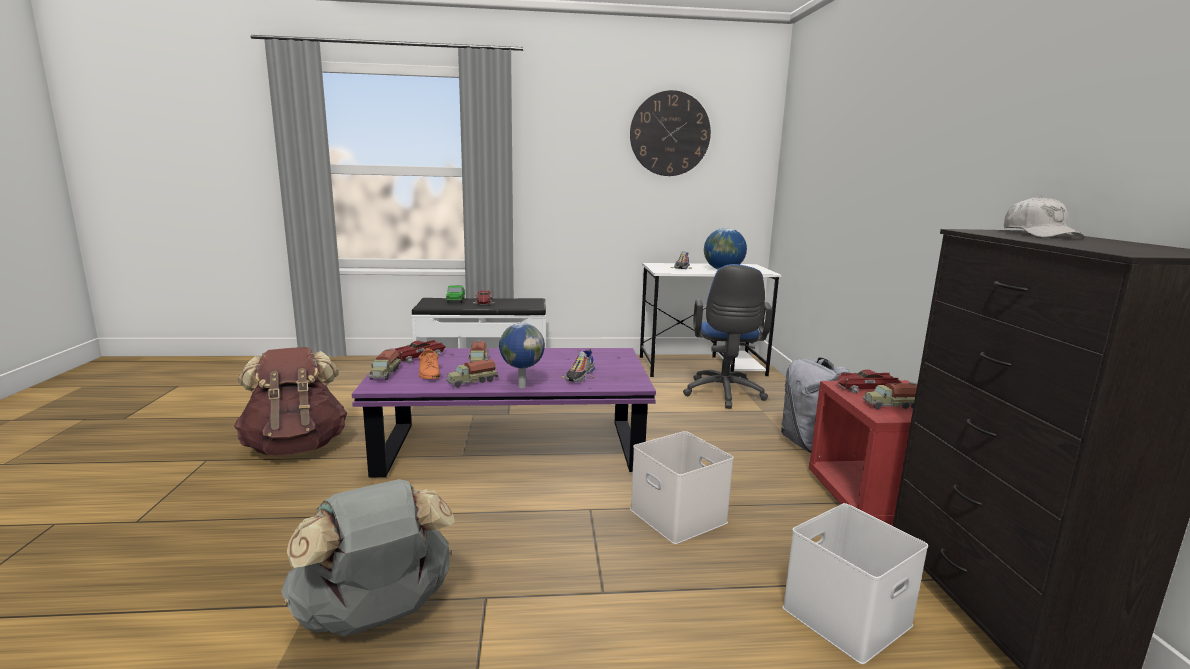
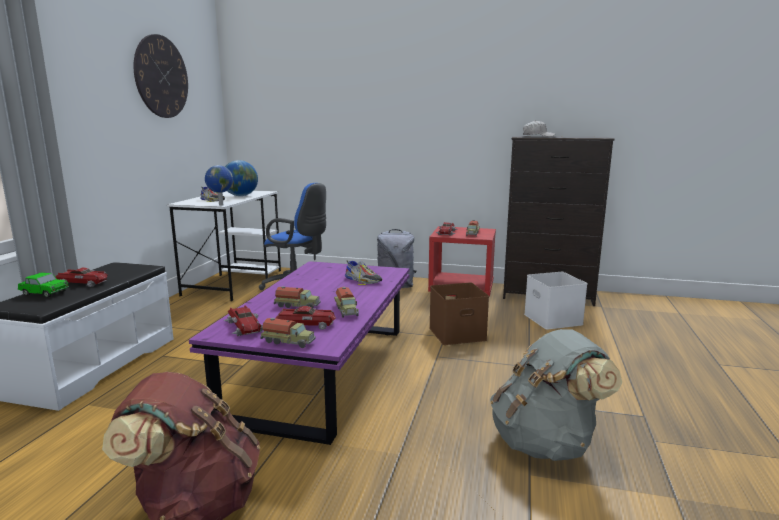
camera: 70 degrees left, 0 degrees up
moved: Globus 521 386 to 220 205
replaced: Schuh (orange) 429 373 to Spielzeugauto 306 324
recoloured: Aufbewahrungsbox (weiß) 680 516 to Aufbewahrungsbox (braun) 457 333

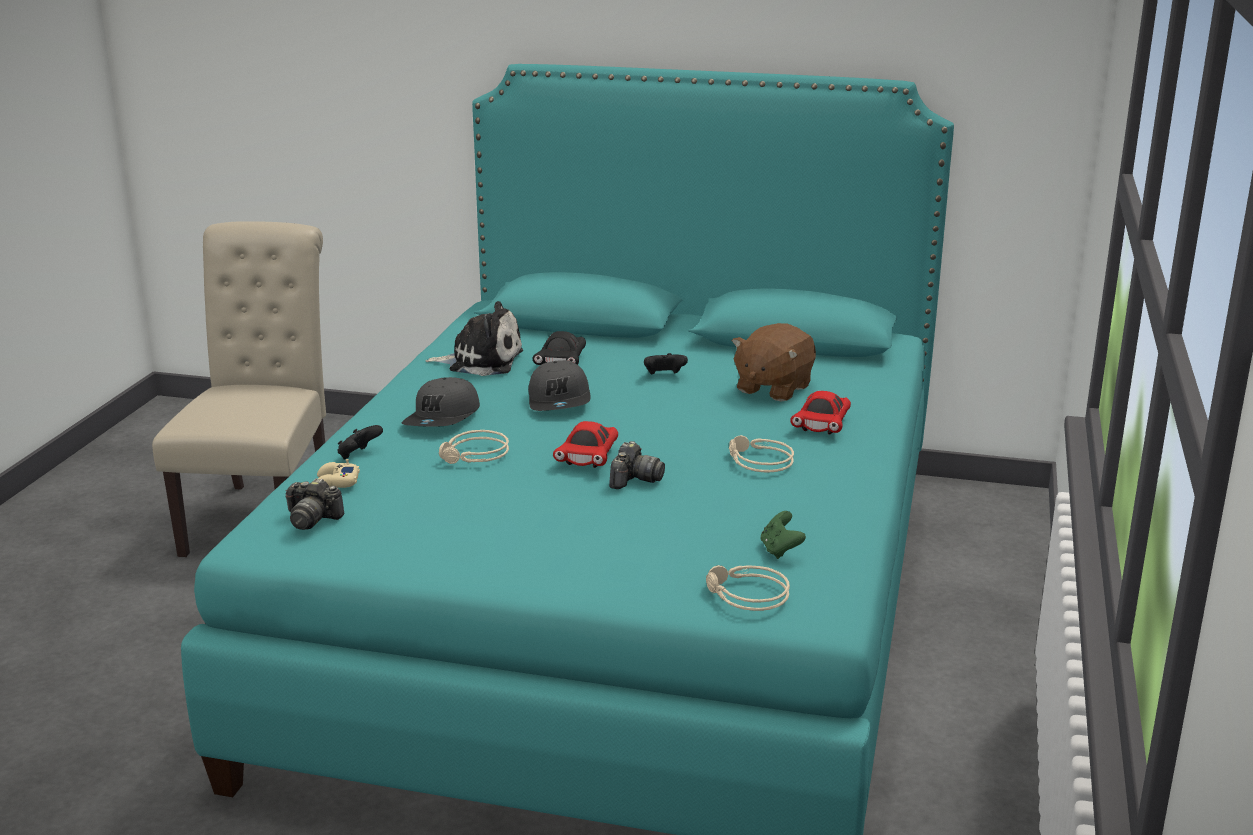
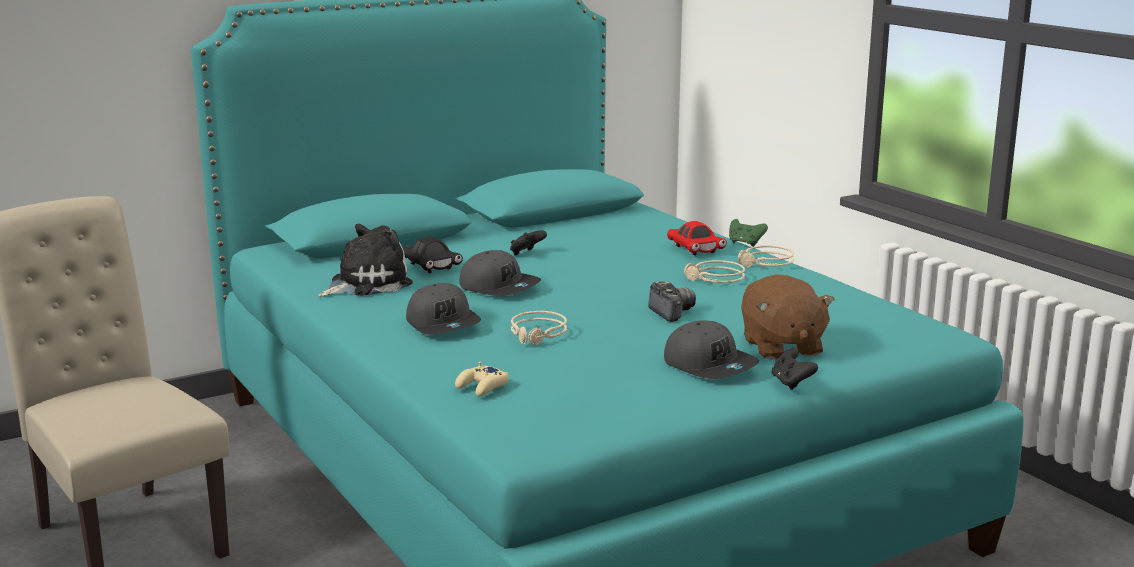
camera: 45 degrees left, 5 degrees down
removed: Kamera 312 519; Spielzeugauto (rot) 588 457
added: Kappe (grau) 710 365
moved: Gamepad (grün) 780 550 to 745 243; Kopfhörer (beige) 745 596 to 765 263; Plüschtier (braun) 772 388 to 781 347; Gamepad (schwarz) 359 455 to 791 383

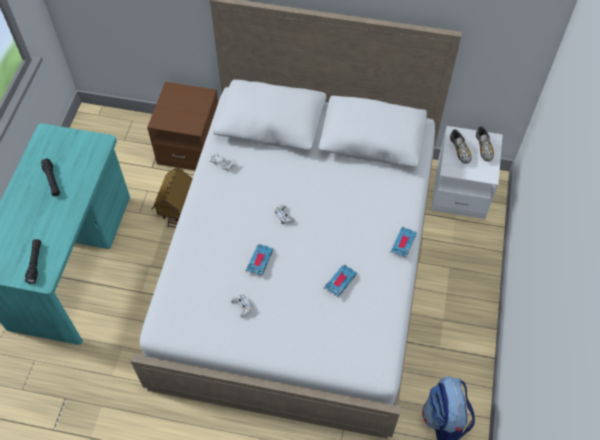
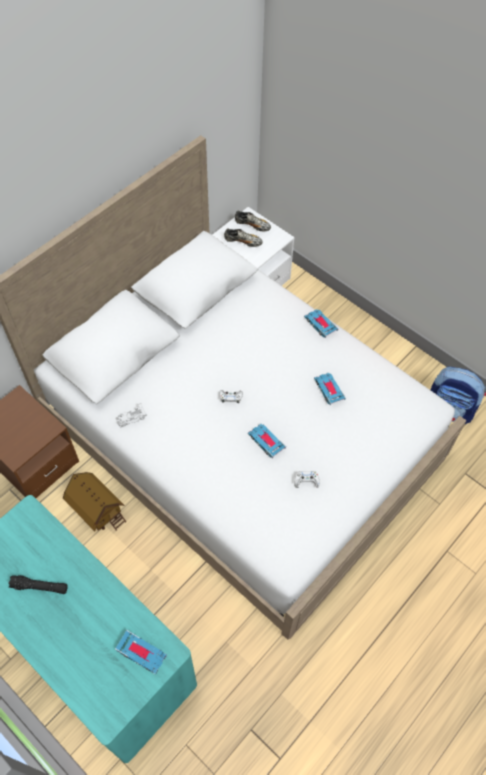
camera: 60 degrees left, 0 degrees up
replaced: Taschenlampe (schwarz) 35 263 to Spielzeugauto 141 653

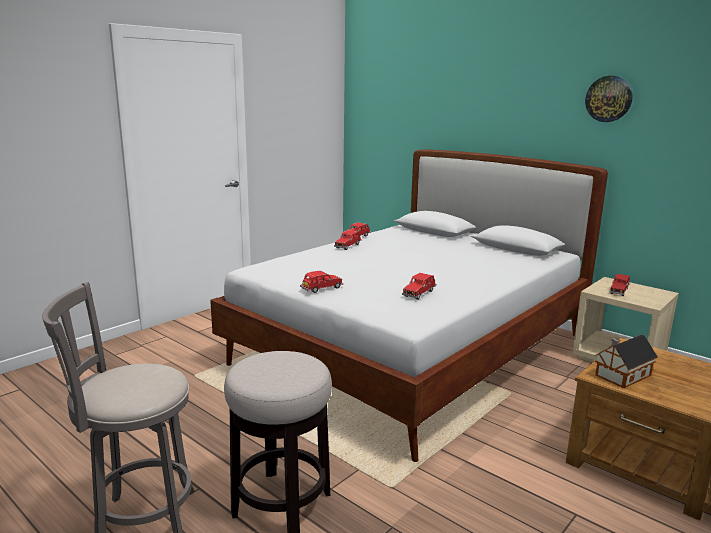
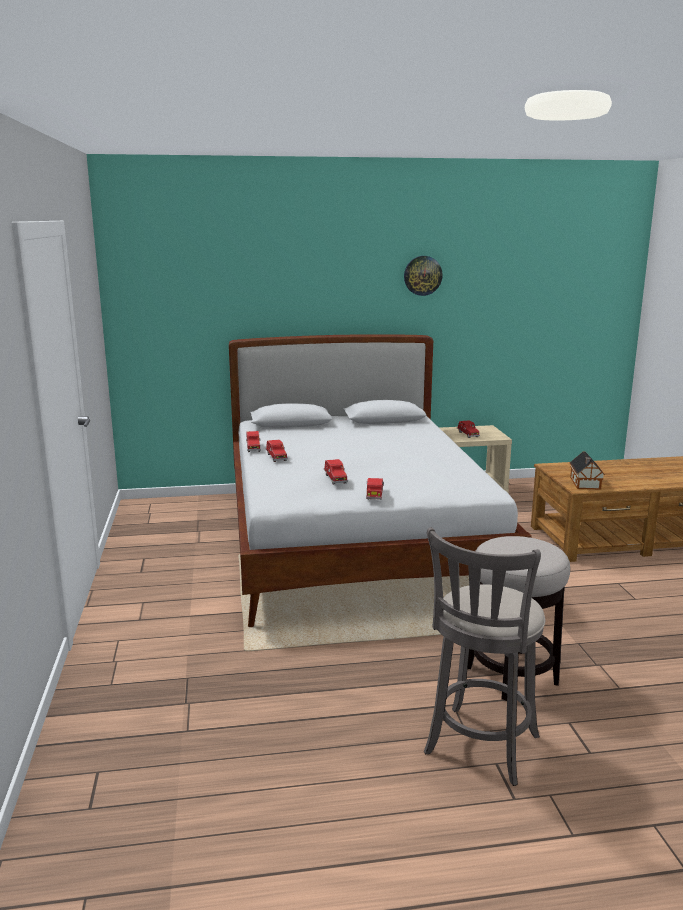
camera: 50 degrees left, 0 degrees up
moved: Spielzeugauto (rot) 419 293 to 335 479

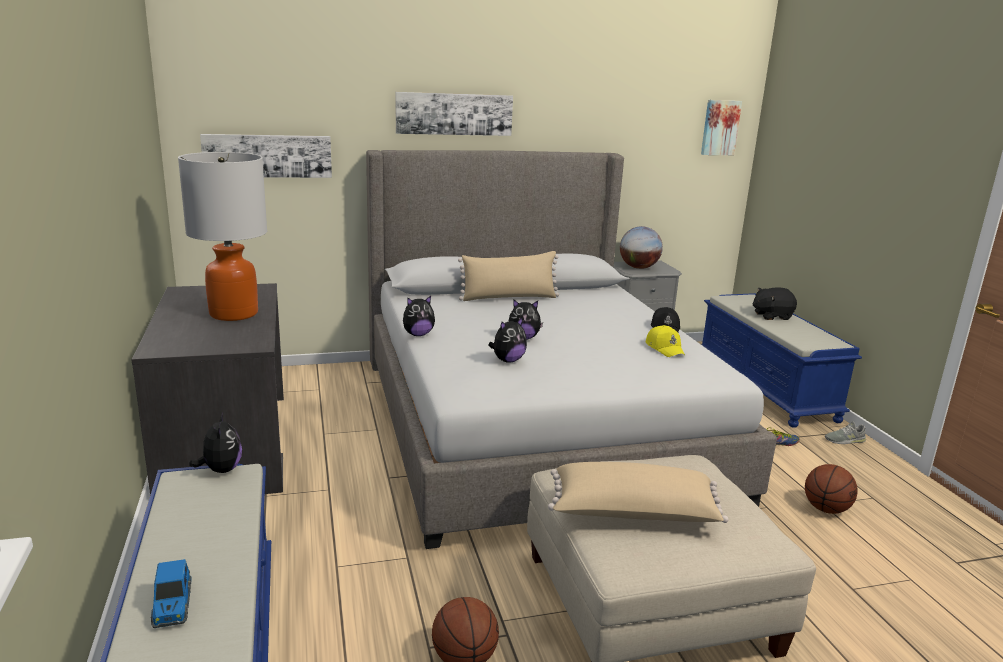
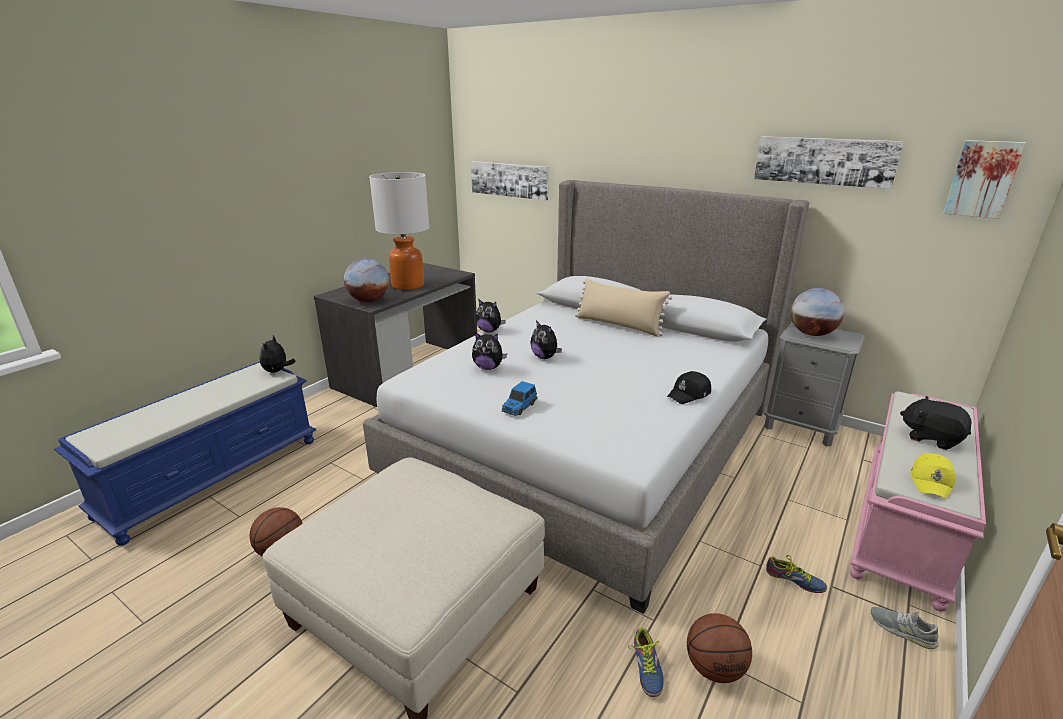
camera: 50 degrees right, 5 degrees up
removed: Kissen (beige) 633 514
added: Globus 369 301; Schuh 644 668
moved: Spielzeugauto 172 607 to 519 407; Bild 454 114 to 824 161; Kappe (gelb) 665 348 to 931 481
recoloured: Bank (blau) 766 387 to Bank (rosa) 905 524
turned: Plüschtier 221 470 = 277 371 150 degrees clockwise

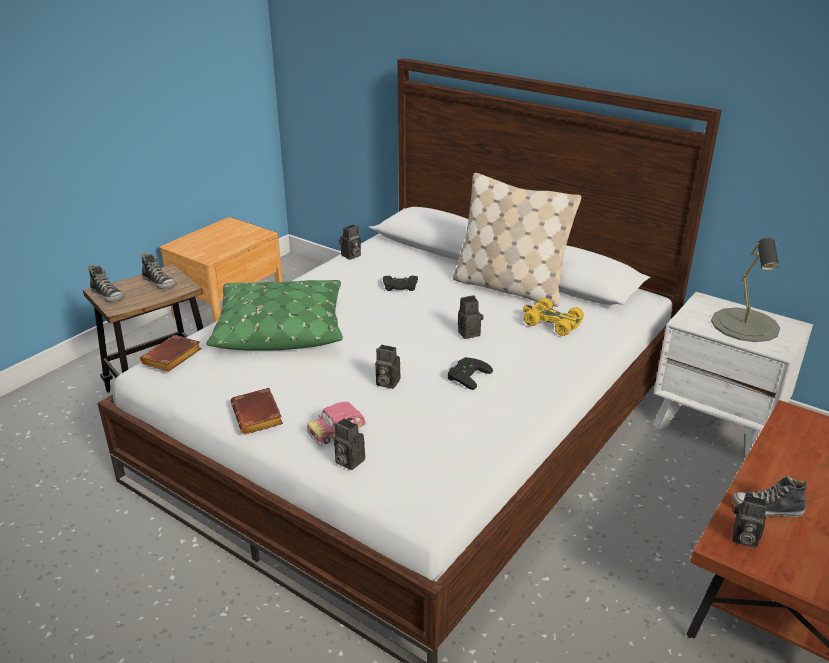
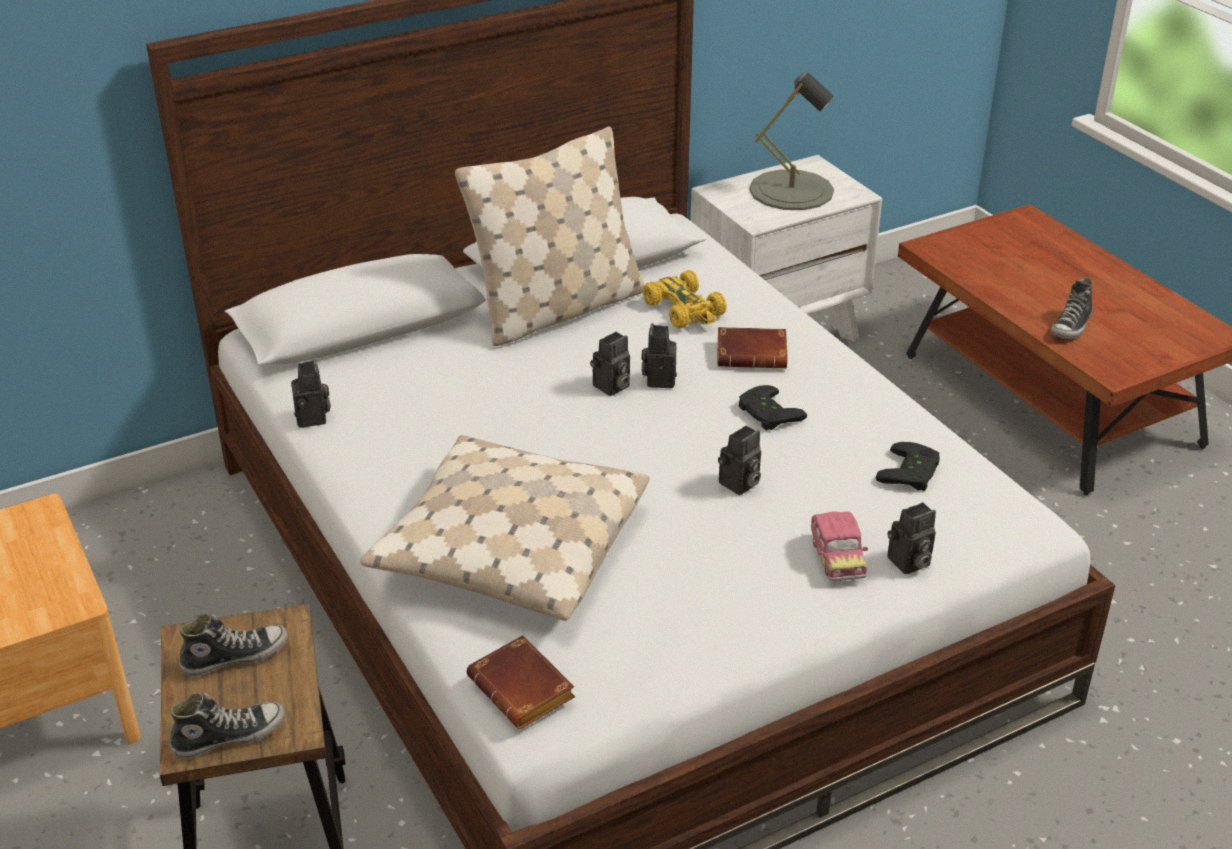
camera: 65 degrees left, 5 degrees up
moved: Kamera 743 538 to 611 387; Buch (braun) 259 416 to 753 354; Gamepad (schwarz) 400 286 to 913 473
recoloured: Kissen (grün) 280 328 to Kissen (beige) 510 549
turned: Spielzeugauto (gelb) 551 323 = 685 309 90 degrees counterclockwise

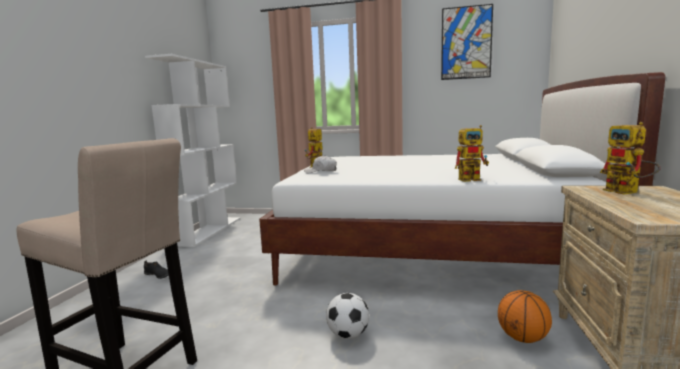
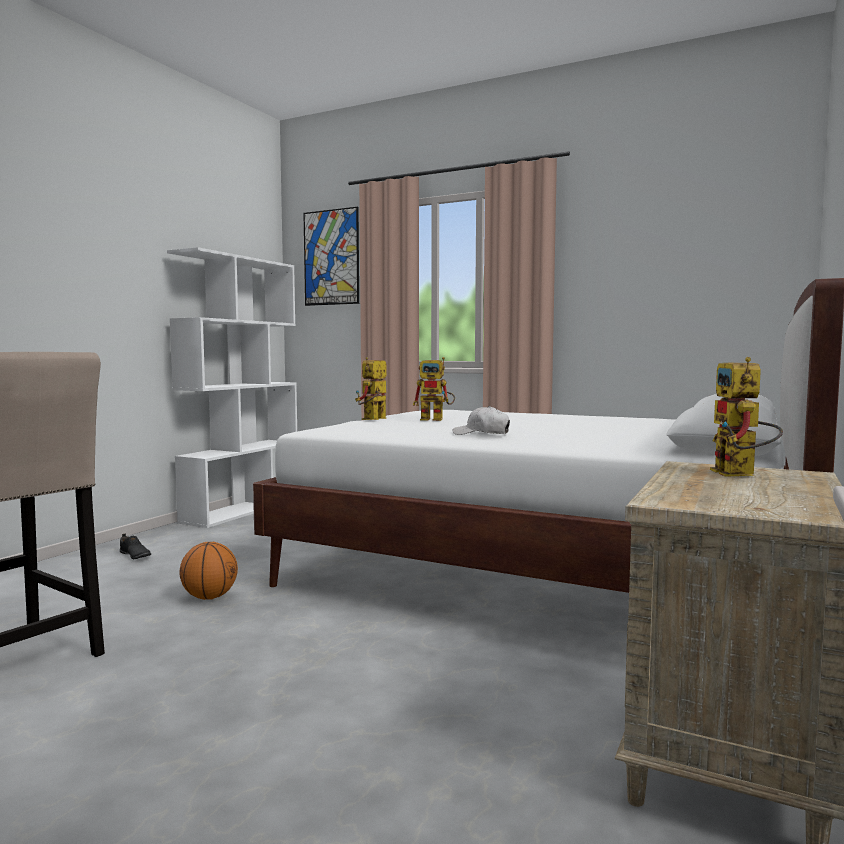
camera: 15 degrees right, 5 degrees down
removed: Fußball 348 334
moved: Basketball 522 338 to 210 597; Bild 466 43 to 331 257; Spielzeugroboter 473 179 to 437 419; Kappe (weiß) 321 171 to 481 434

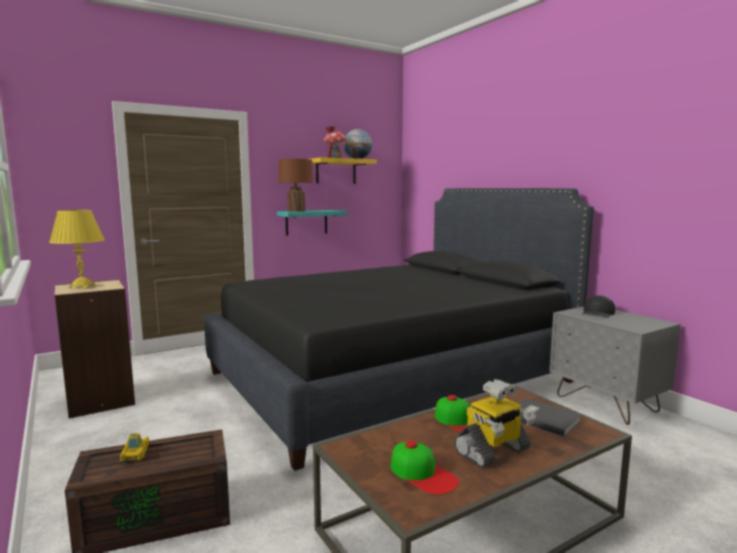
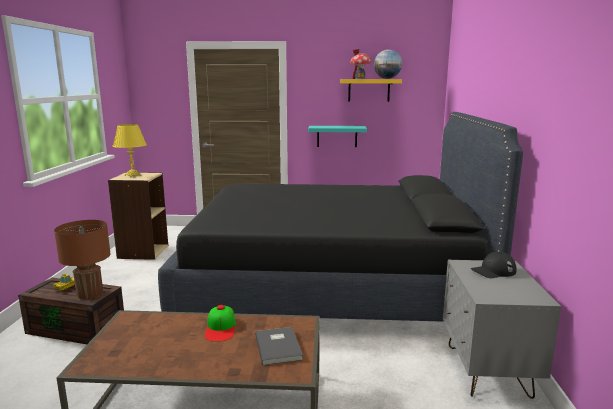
camera: 35 degrees right, 5 degrees up
removed: Kappe 423 474; Spielzeugroboter 493 452
moved: Tischlampe (braun) 296 211 to 89 293

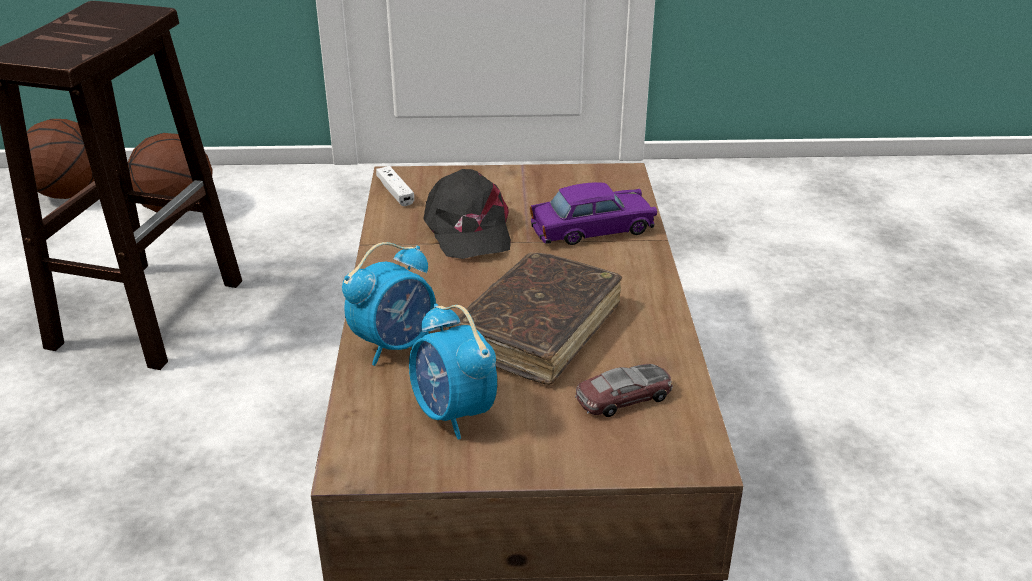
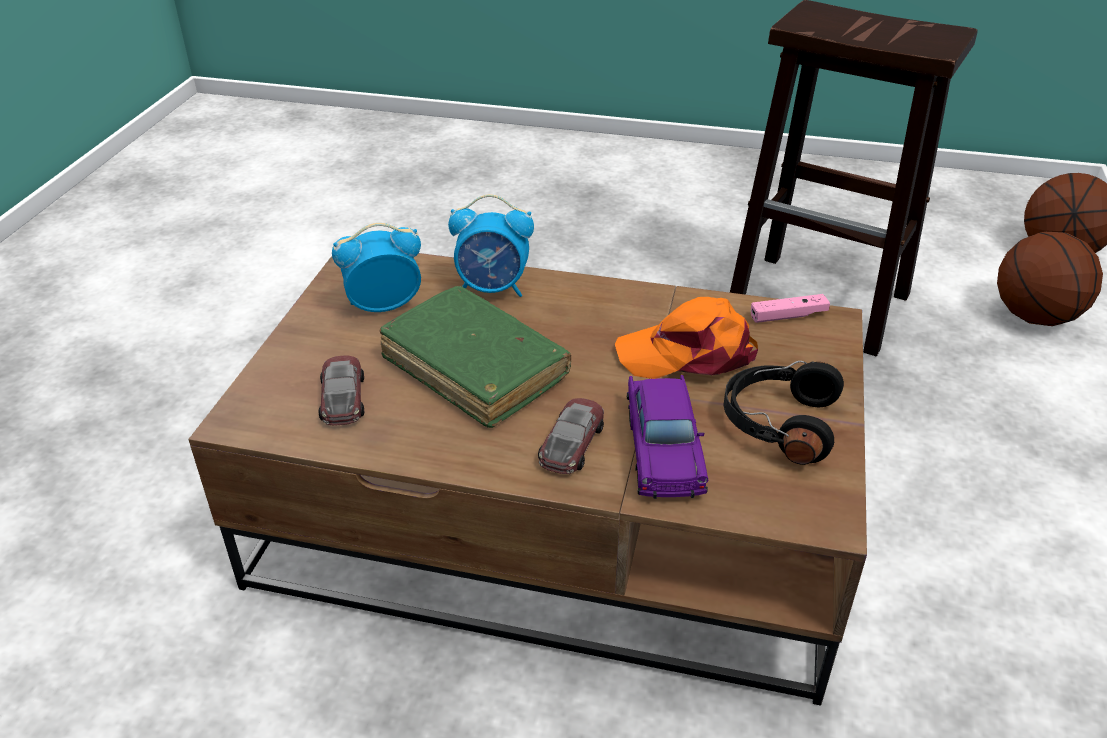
camera: 105 degrees right, 5 degrees up
added: Spielzeugauto 571 443; Kopfhörer (schwarz) 777 423
recoloured: Buch (braun) 538 329 to Buch (grün) 475 368; Kappe (schwarz) 467 229 to Kappe (orange) 688 354; Gamepad (weiß) 395 192 to Gamepad (rosa) 788 316
turned: Wecker 395 344 = 493 289 60 degrees counterclockwise

